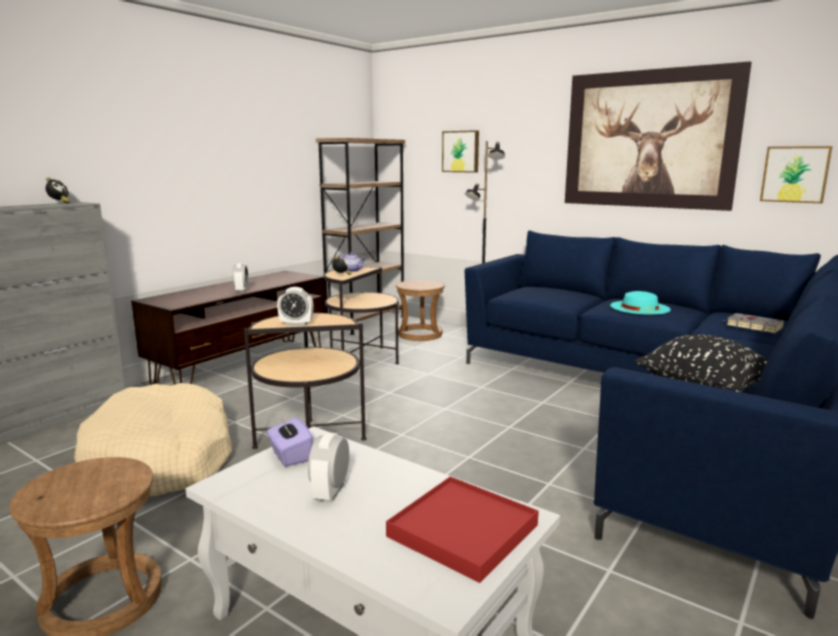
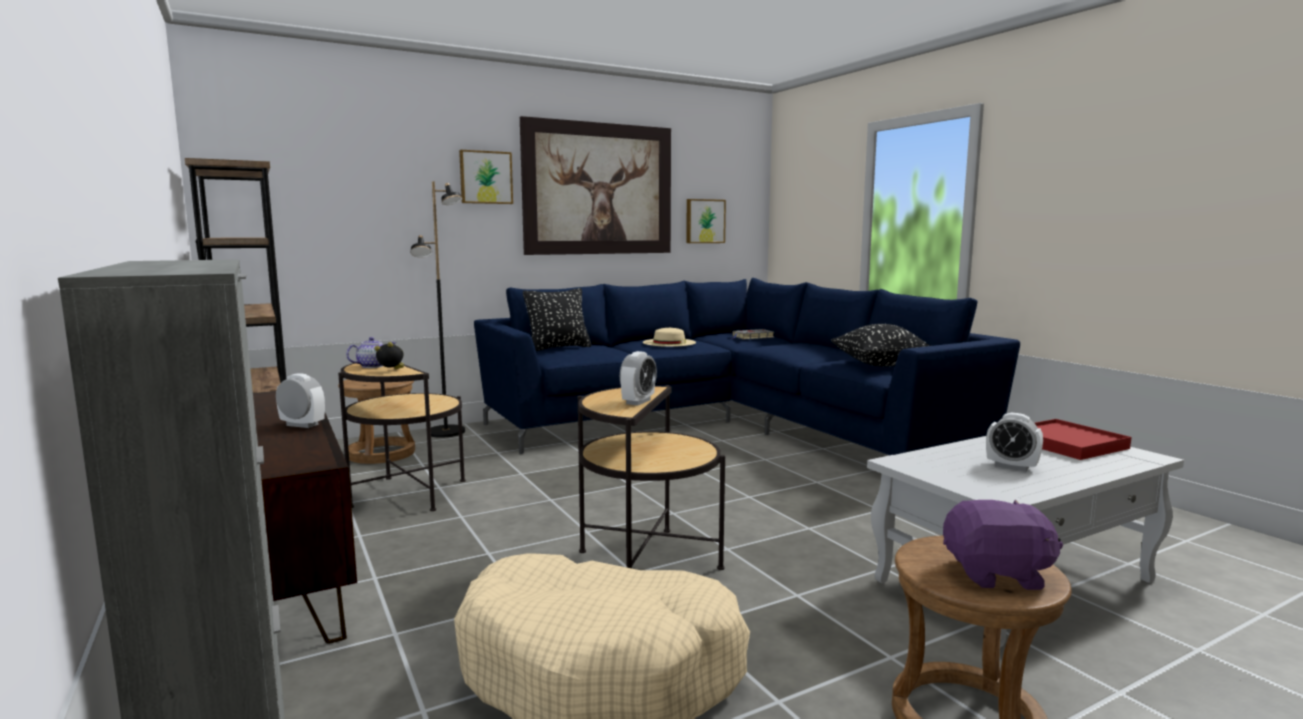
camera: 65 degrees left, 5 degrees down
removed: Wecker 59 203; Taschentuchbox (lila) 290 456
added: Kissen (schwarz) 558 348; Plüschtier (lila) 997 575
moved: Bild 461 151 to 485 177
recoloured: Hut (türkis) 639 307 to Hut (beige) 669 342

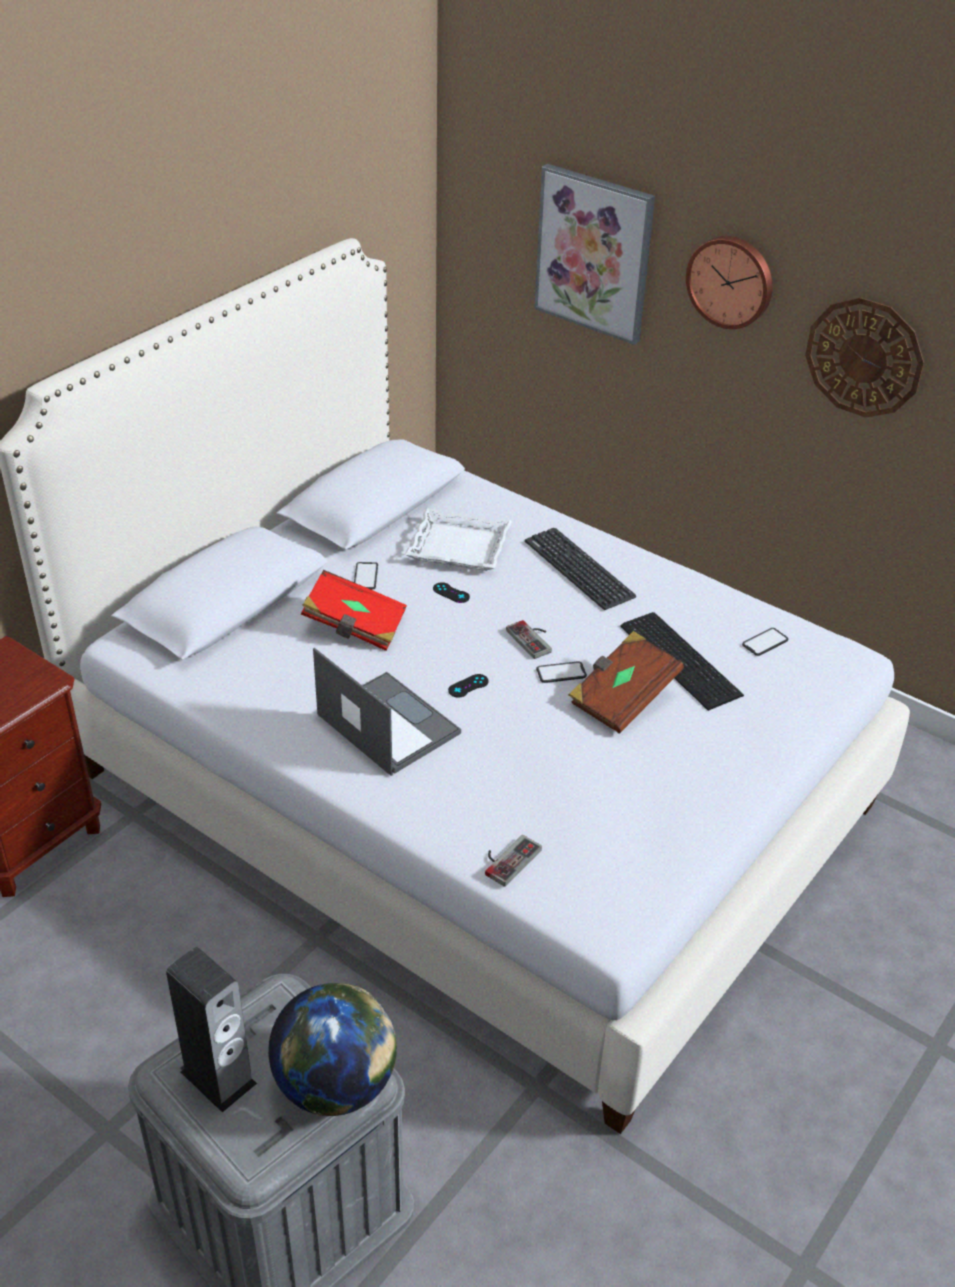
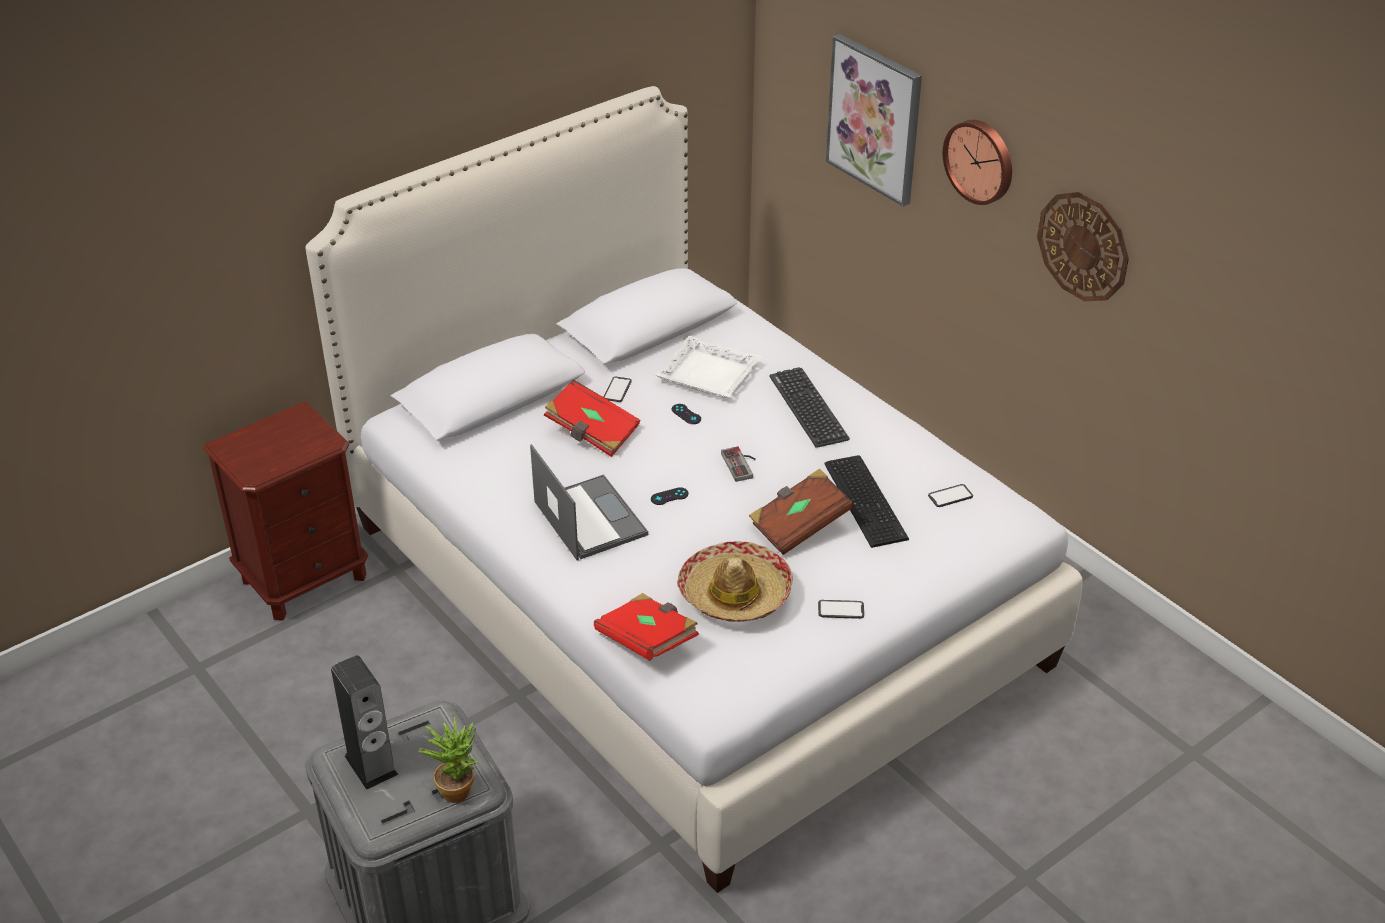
camera: 15 degrees right, 0 degrees up
added: Hut 735 593
moved: Handy 561 673 to 841 610
replaced: Globus 335 1085 to Topfpflanze 456 787; Gamepad 507 858 to Buch (rot) 647 641

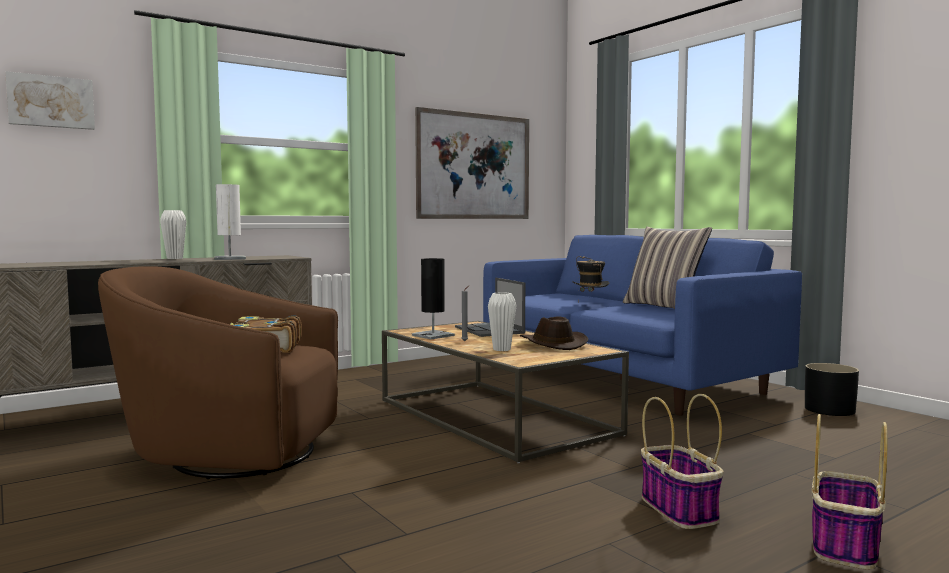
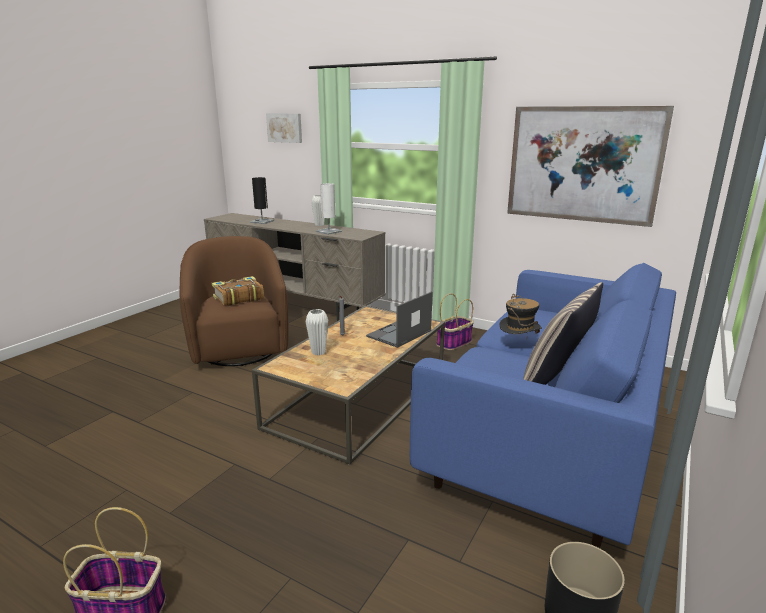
camera: 65 degrees right, 15 degrees up
removed: Hut (braun) 551 344
moved: Tischlampe (schwarz) 433 335 to 262 221; Korb 680 510 to 454 343

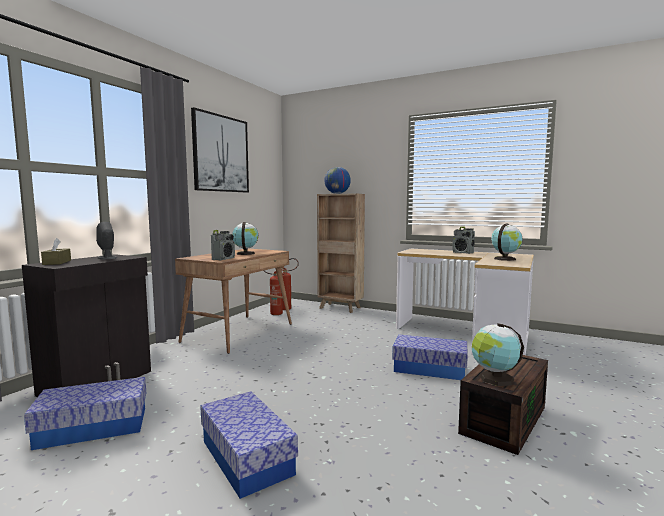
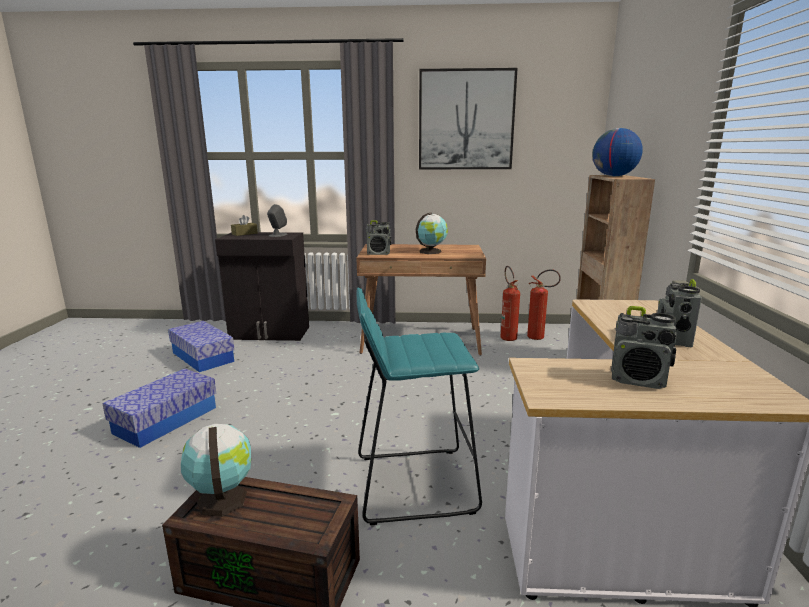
camera: 65 degrees right, 10 degrees up
replaced: Aufbewahrungsbox 429 369 to Hocker (türkis) 413 483; Globus 505 259 to Radio 638 380

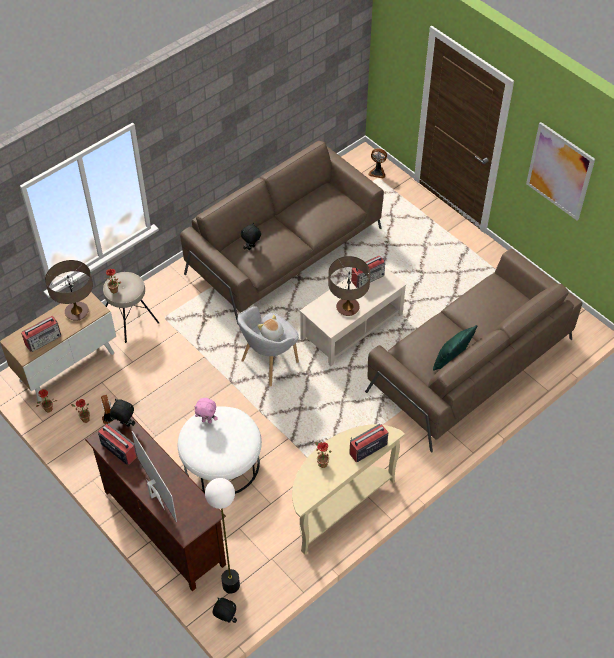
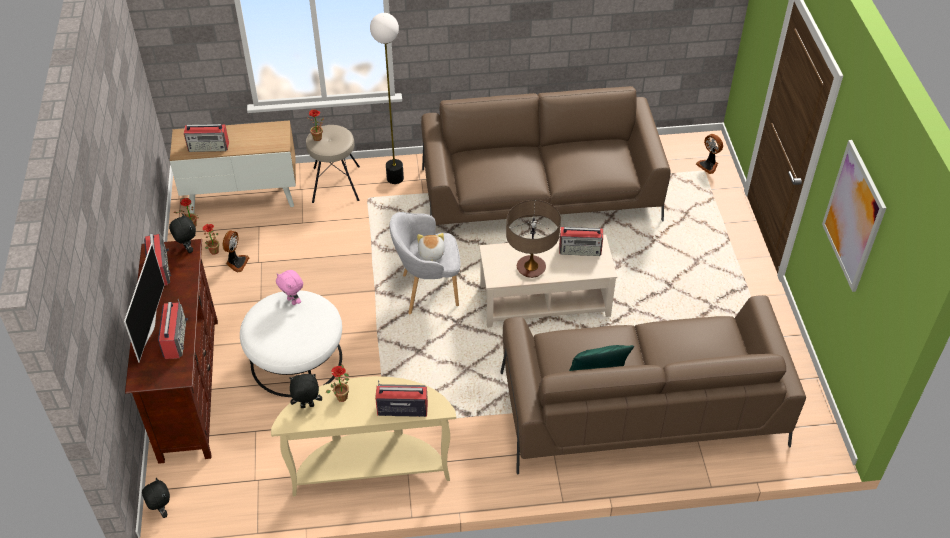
camera: 35 degrees right, 5 degrees down
removed: Tischlampe 77 312
added: Radio 175 339
moved: Plüschtier (schwarz) 251 248 to 307 406; Stehlampe 231 585 to 395 178

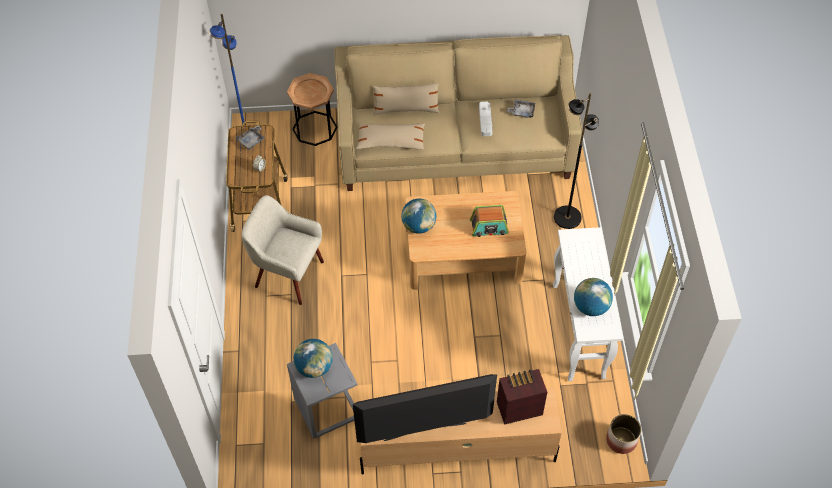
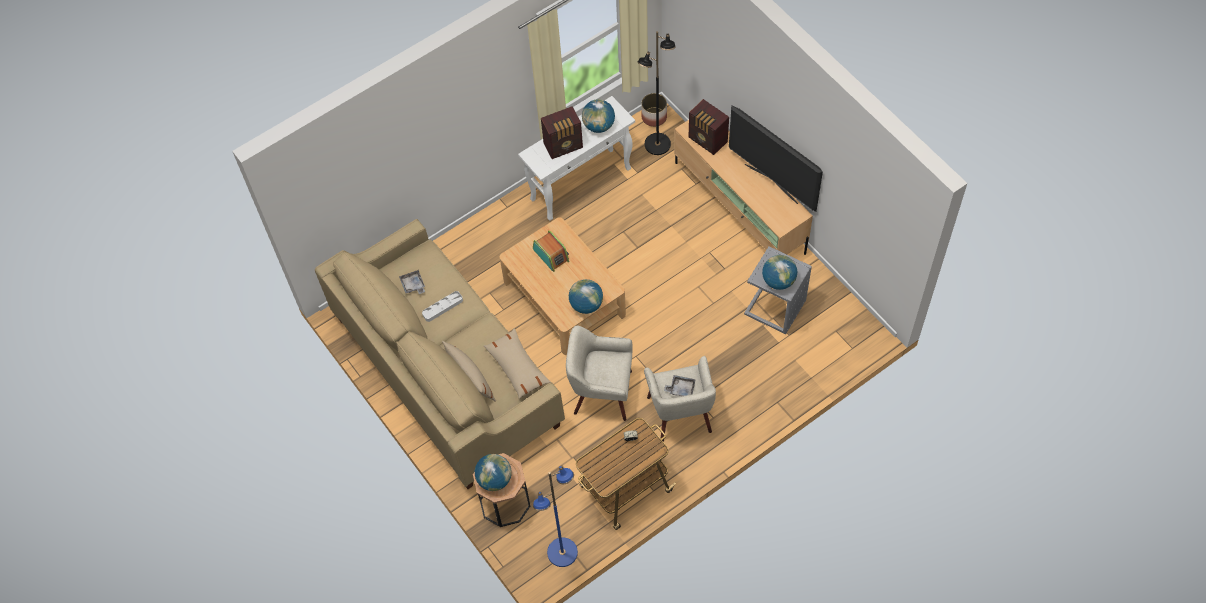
camera: 120 degrees left, 5 degrees up
added: Globus 494 479; Radio 564 146; Sessel (beige) 601 393
moved: Stehlampe (schwarz) 566 217 to 657 145; Tablett (grau) 252 141 to 681 389

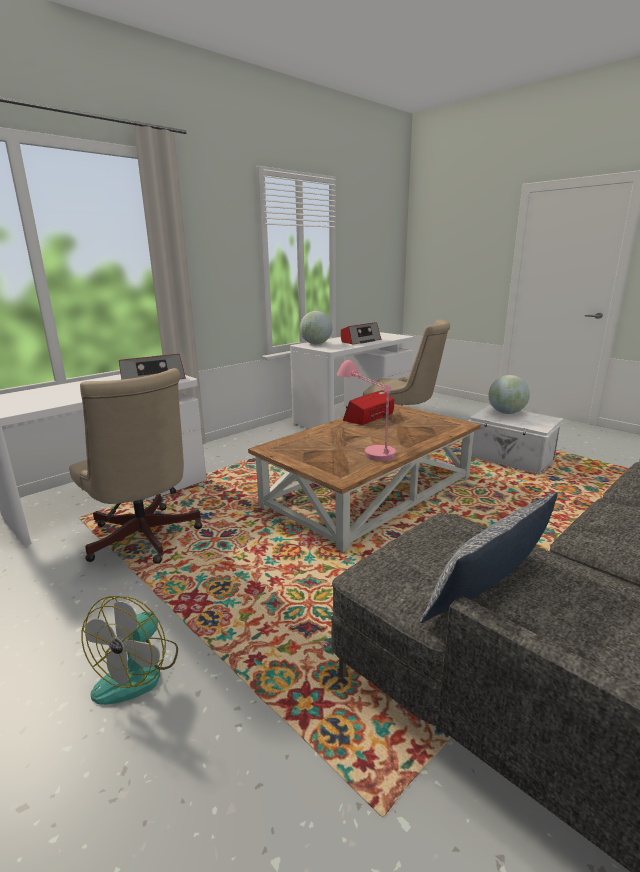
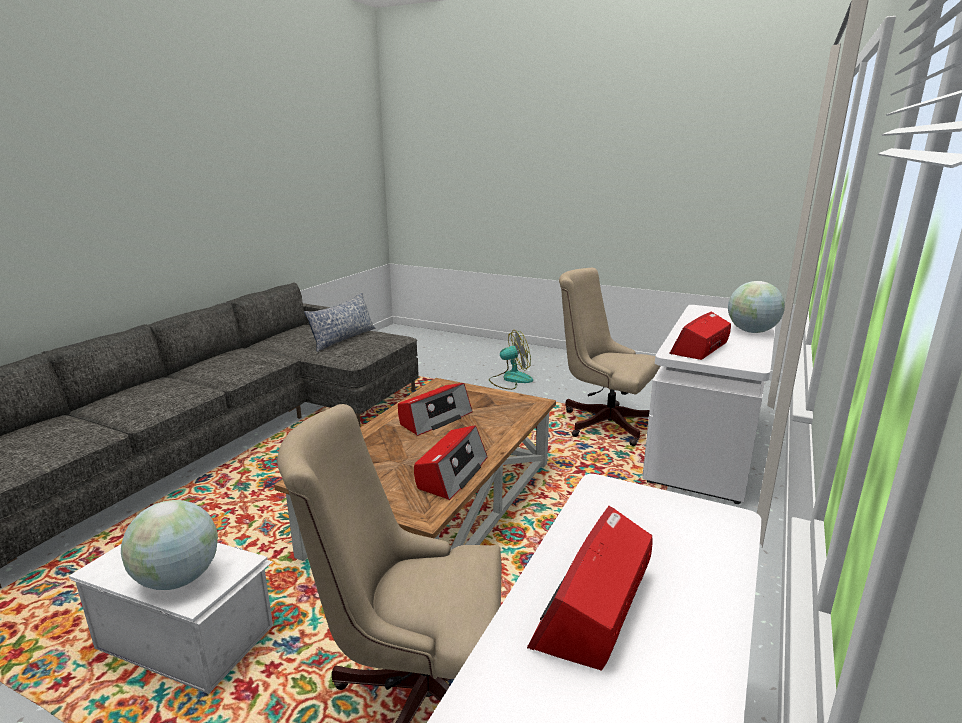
camera: 160 degrees right, 0 degrees up
moved: Globus 316 344 to 751 331
replaced: Tischlampe (rosa) 365 446 to Radio 434 418
turned: Ventilator 138 671 = 510 379 75 degrees clockwise

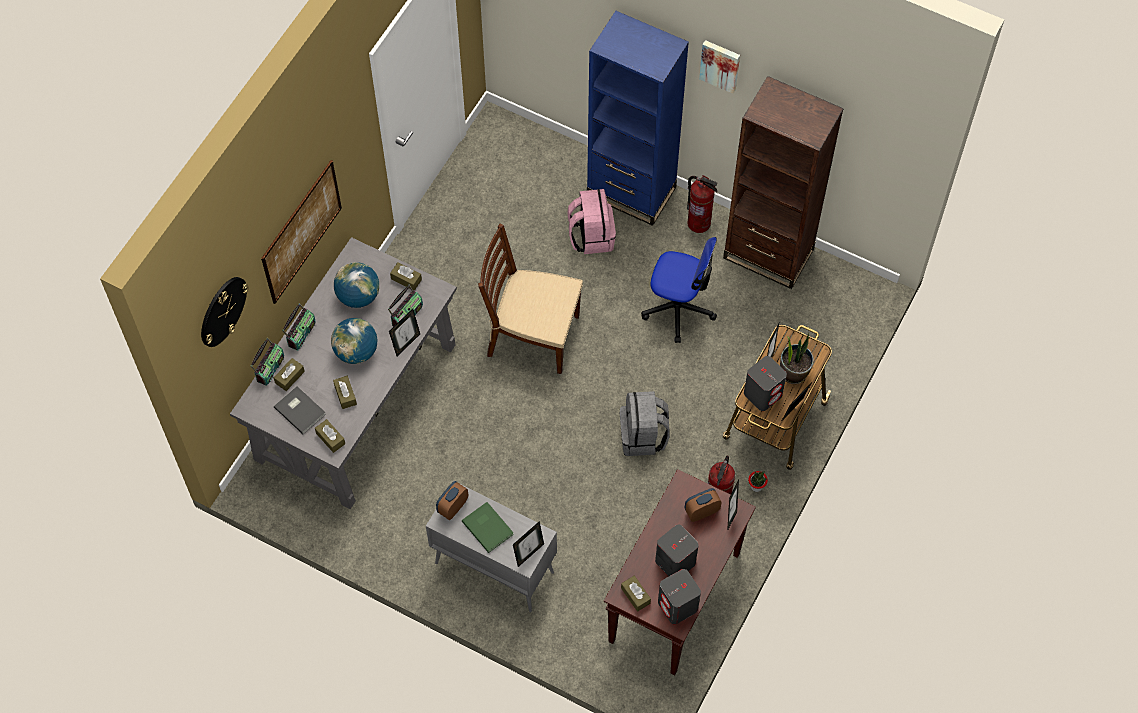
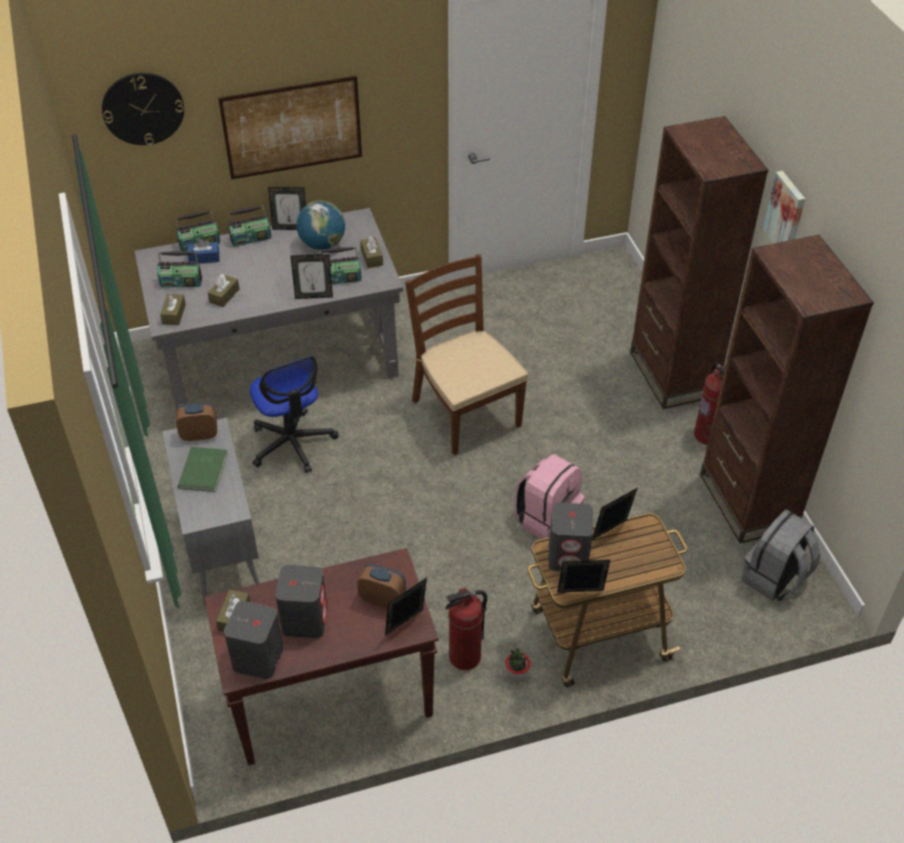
camera: 45 degrees right, 15 degrees down
removed: Globus 356 352; Topfpflanze 793 372
moved: Bürostuhl 678 308 to 292 443; Bilderrahmen 529 553 to 290 228; Rucksack (rosa) 591 236 to 547 519; Rucksack (grau) 643 436 to 775 579
replaced: Buch (grau) 300 410 to Radio 181 282
recoloured: Taschentuchbox (braun) 289 377 to Taschentuchbox (blau) 204 258; Bücherregal (blau) 631 191 to Bücherregal (braun) 672 374

